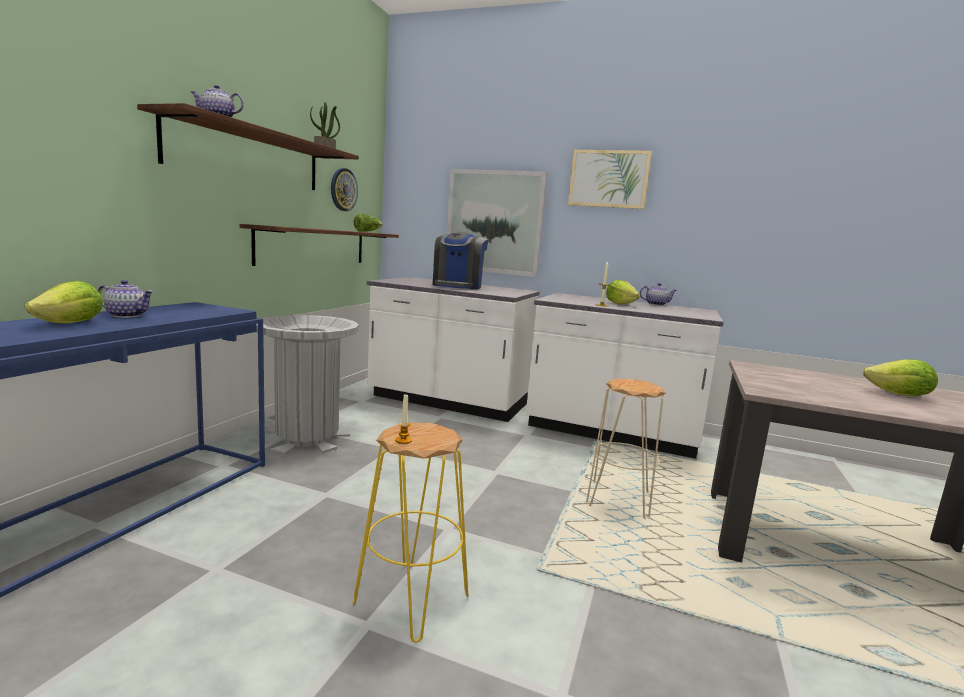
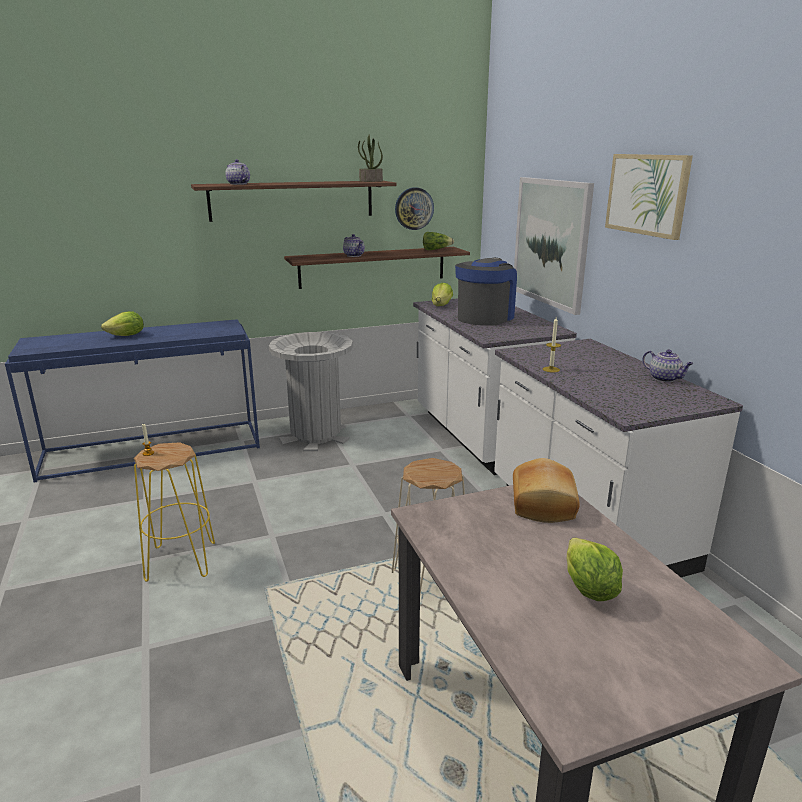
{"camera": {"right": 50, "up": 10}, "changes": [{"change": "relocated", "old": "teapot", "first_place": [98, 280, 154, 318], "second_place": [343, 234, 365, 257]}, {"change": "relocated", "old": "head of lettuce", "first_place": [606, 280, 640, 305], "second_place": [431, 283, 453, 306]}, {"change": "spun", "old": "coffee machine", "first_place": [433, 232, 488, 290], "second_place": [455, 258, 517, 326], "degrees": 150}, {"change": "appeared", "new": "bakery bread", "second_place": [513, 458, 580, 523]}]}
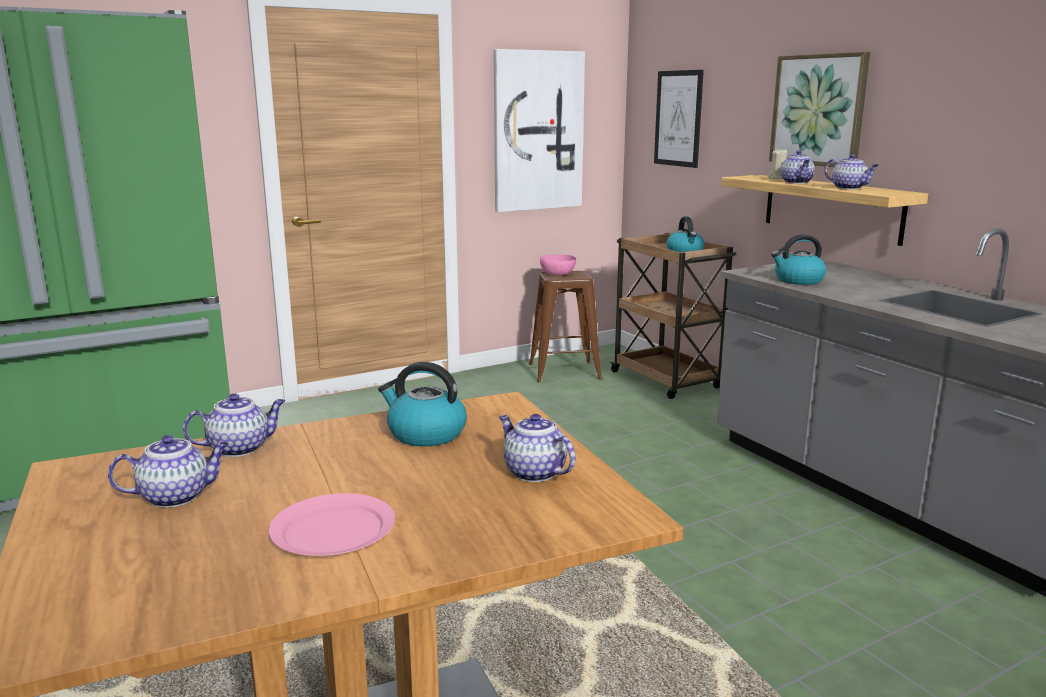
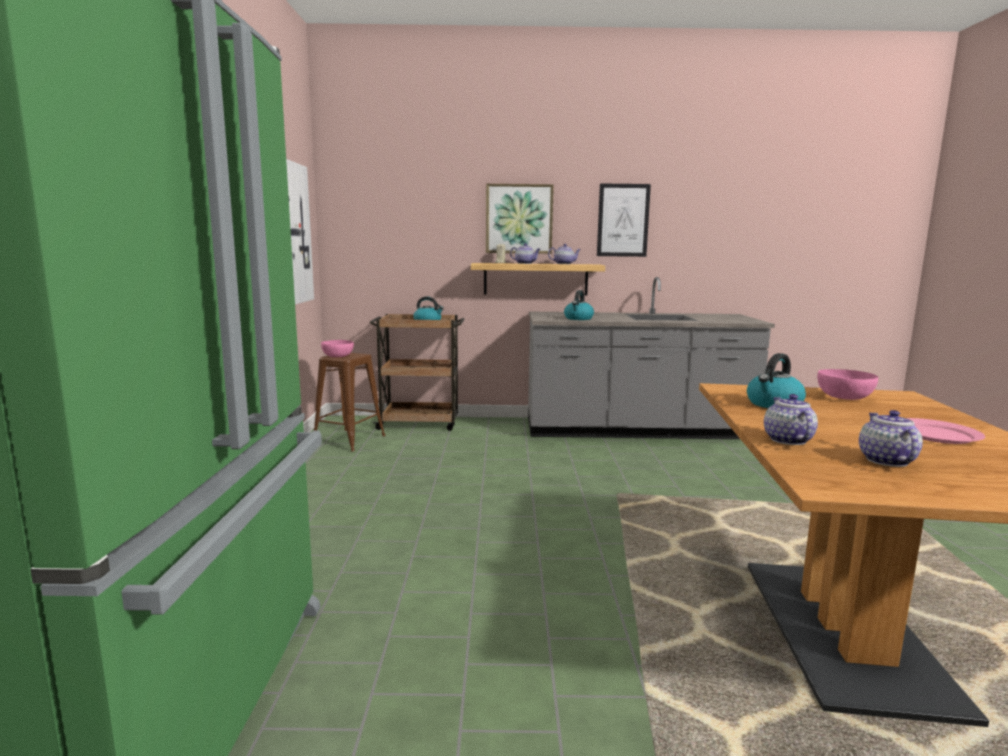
{"camera": {"right": -60, "up": -5}, "changes": [{"change": "relocated", "old": "wall art", "first_place": [654, 70, 704, 168], "second_place": [597, 184, 651, 257]}, {"change": "exchanged", "old": "teapot", "new": "pink serving bowl", "first_place": [499, 414, 576, 482], "second_place": [817, 369, 878, 400]}]}
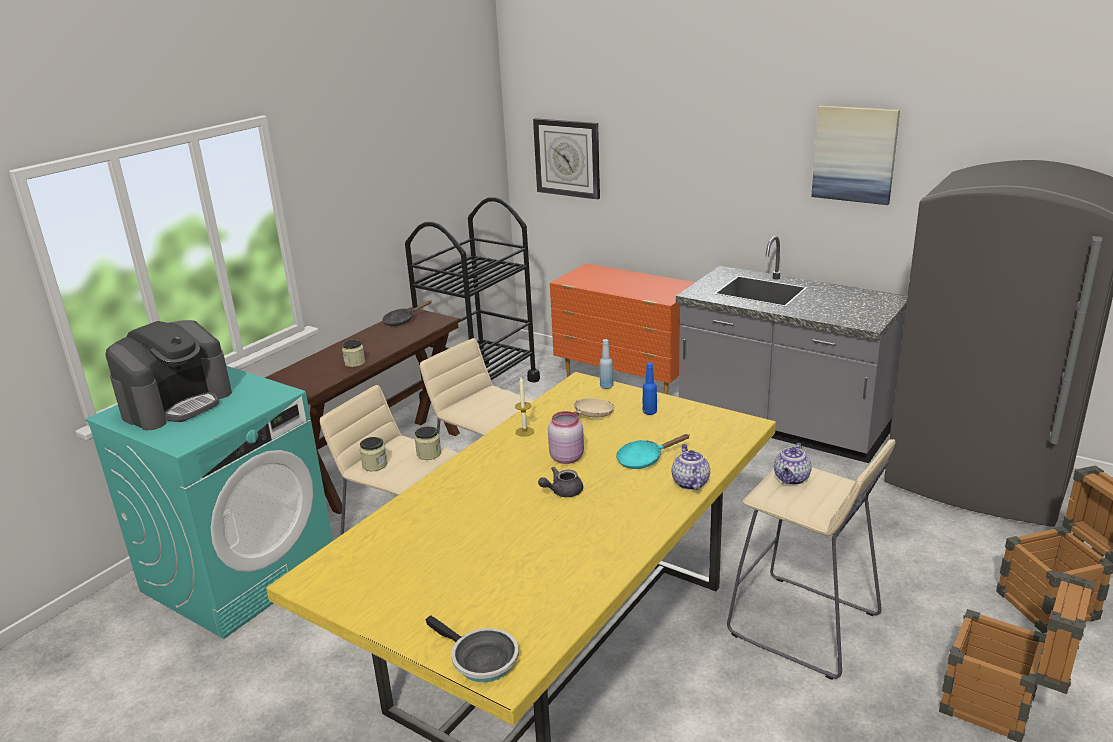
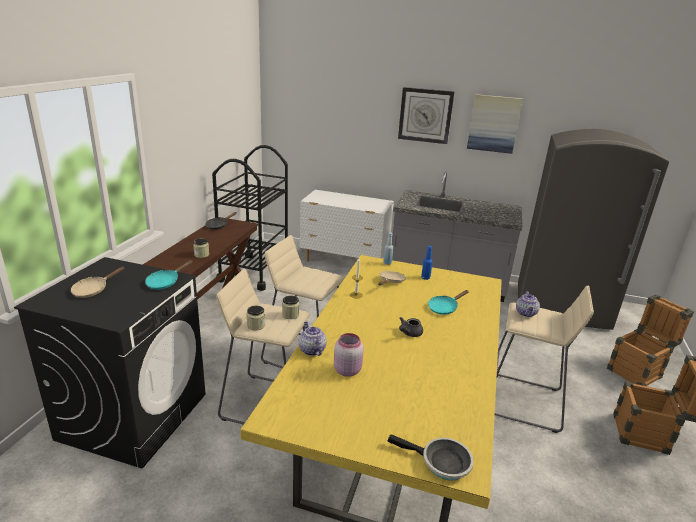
{"camera": {"right": -20, "up": 0}, "changes": [{"change": "colour", "old": "blue-green washing machine", "new": "black washing machine", "first_place": [85, 366, 333, 639], "second_place": [14, 257, 206, 469]}, {"change": "exchanged", "old": "coffee machine", "new": "beige-coloured frying pan", "first_place": [105, 320, 232, 430], "second_place": [71, 266, 125, 298]}, {"change": "appeared", "new": "blue-green frying pan", "second_place": [145, 260, 193, 290]}, {"change": "relocated", "old": "teapot", "first_place": [671, 444, 710, 490], "second_place": [299, 322, 327, 356]}, {"change": "colour", "old": "orange-coloured drawer chest", "new": "white-coloured drawer chest", "first_place": [550, 263, 695, 395], "second_place": [300, 190, 394, 262]}, {"change": "relocated", "old": "pink preserve jar", "first_place": [548, 411, 584, 464], "second_place": [334, 333, 364, 377]}, {"change": "relocated", "old": "wall clock", "first_place": [533, 118, 600, 200], "second_place": [398, 87, 454, 144]}]}
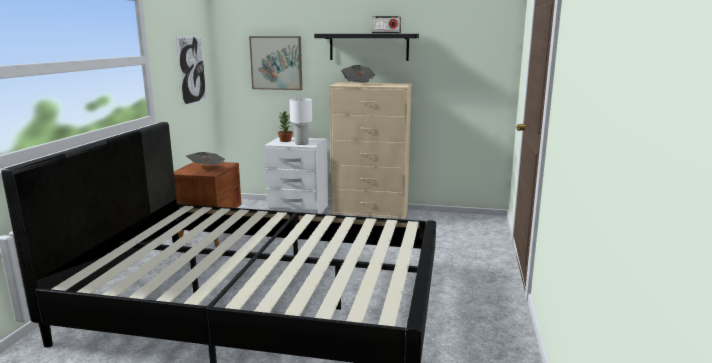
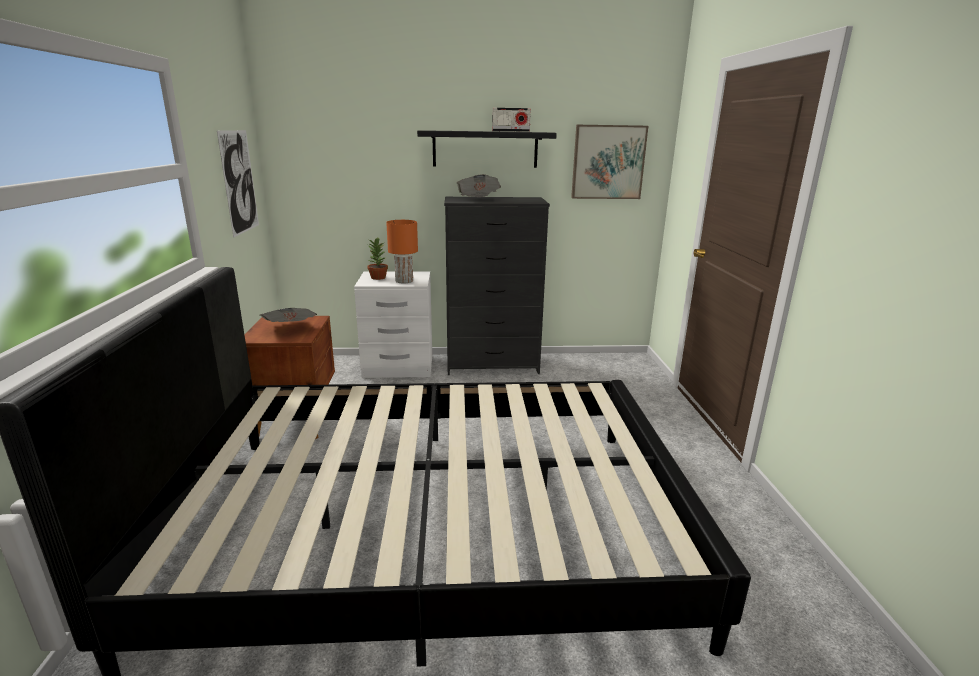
{"camera": {"right": -15, "up": 5}, "changes": [{"change": "colour", "old": "white-coloured table lamp", "new": "orange-coloured table lamp", "first_place": [289, 98, 312, 145], "second_place": [386, 220, 418, 283]}, {"change": "colour", "old": "beige-coloured drawer chest", "new": "black drawer chest", "first_place": [329, 82, 412, 220], "second_place": [444, 197, 550, 375]}, {"change": "relocated", "old": "wall art", "first_place": [249, 36, 302, 90], "second_place": [571, 125, 648, 199]}]}
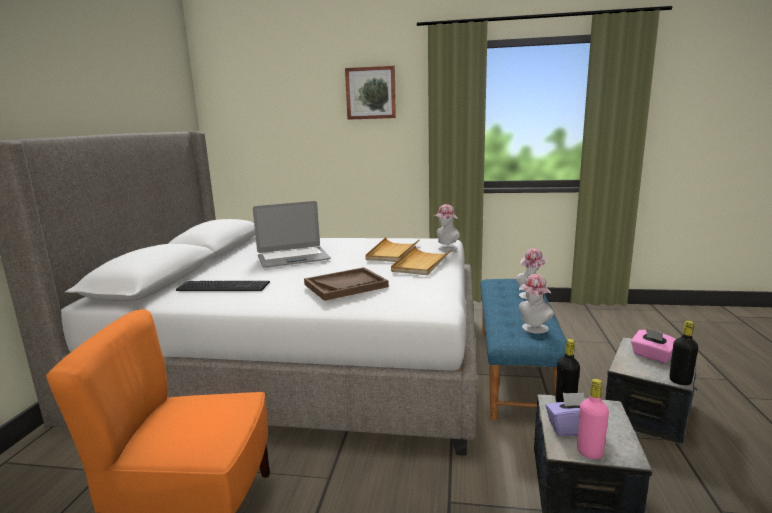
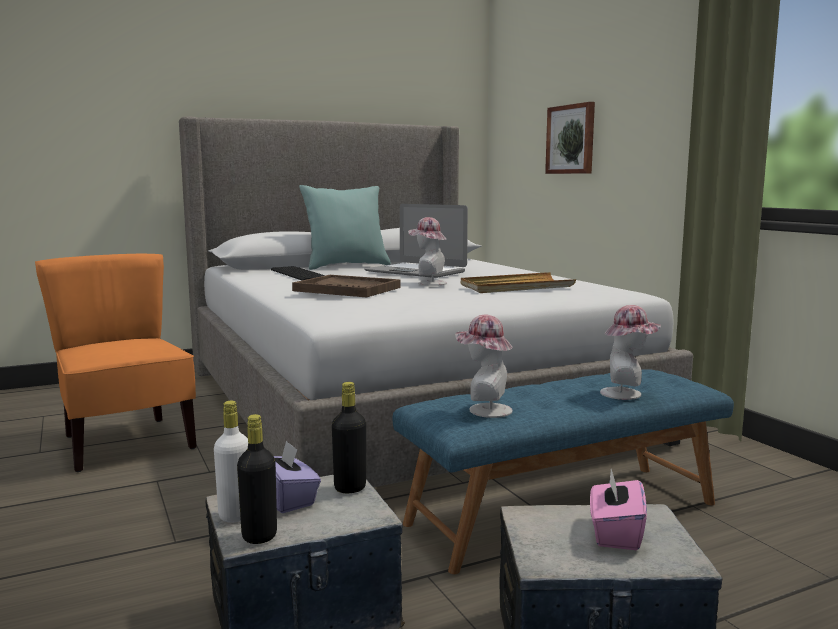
{"camera": {"right": 55, "up": -5}, "changes": [{"change": "colour", "old": "pink drink bottle", "new": "white-coloured drink bottle", "first_place": [577, 379, 609, 459], "second_place": [214, 401, 248, 523]}, {"change": "relocated", "old": "black drink bottle", "first_place": [669, 321, 698, 385], "second_place": [237, 414, 277, 544]}, {"change": "appeared", "new": "blue-green throw pillow", "second_place": [299, 185, 391, 270]}, {"change": "relocated", "old": "wearable hat", "first_place": [433, 204, 460, 251], "second_place": [408, 217, 447, 286]}, {"change": "relocated", "old": "wall art", "first_place": [345, 66, 396, 120], "second_place": [545, 102, 595, 174]}, {"change": "missing", "old": "beige-coloured serving tray", "first_place": [391, 246, 452, 275]}]}
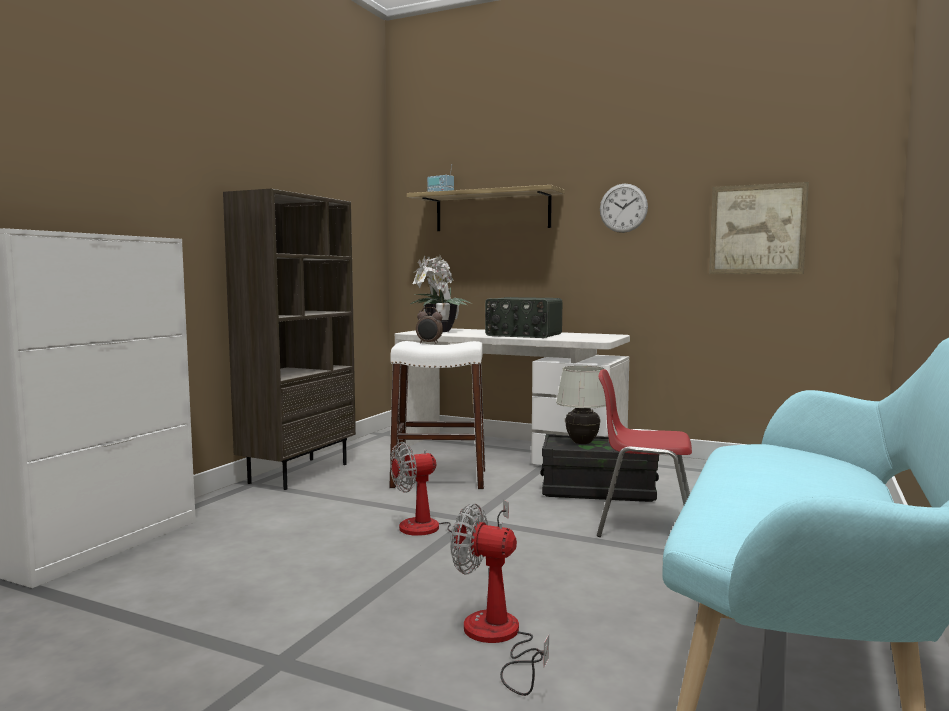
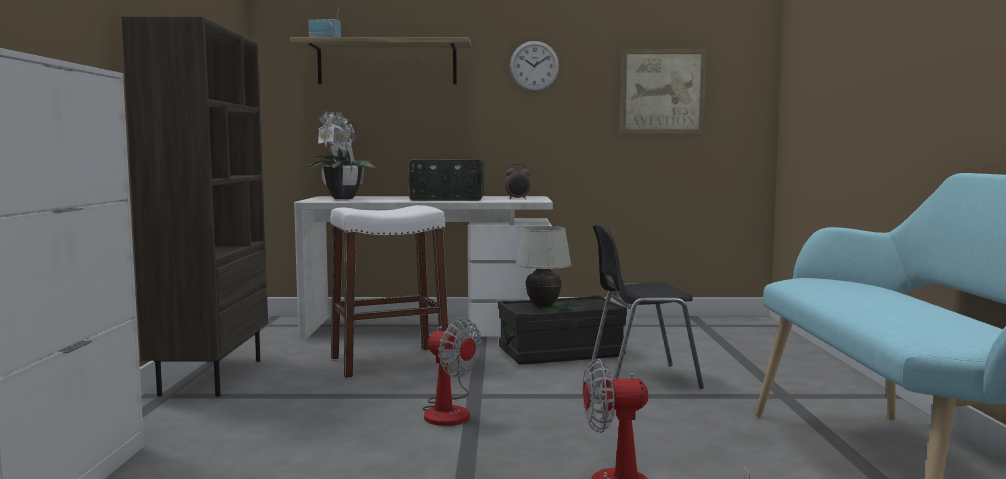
{"camera": {"right": -25, "up": 0}, "changes": [{"change": "spun", "old": "fan", "first_place": [390, 442, 509, 536], "second_place": [422, 318, 482, 426], "degrees": -90}, {"change": "relocated", "old": "table clock", "first_place": [416, 307, 443, 344], "second_place": [505, 164, 531, 199]}, {"change": "colour", "old": "reddish chair", "new": "black chair", "first_place": [597, 369, 692, 537], "second_place": [589, 224, 704, 389]}]}
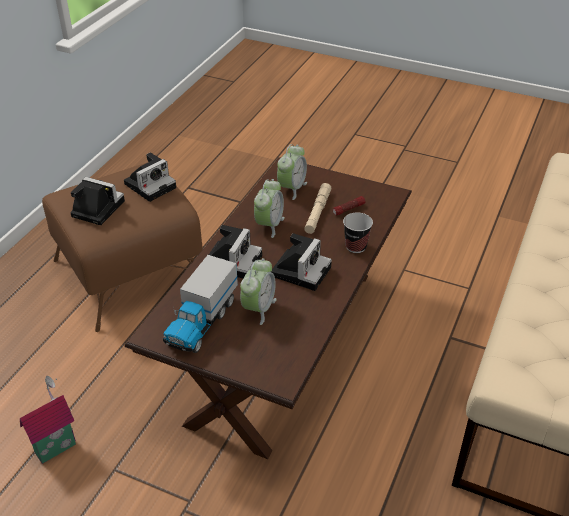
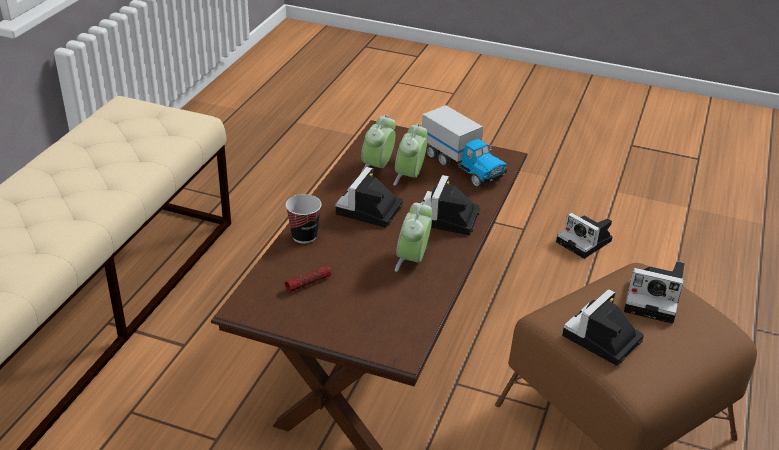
{"camera": {"right": 175, "up": -5}, "changes": [{"change": "relocated", "old": "table clock", "first_place": [277, 144, 307, 200], "second_place": [360, 115, 396, 174]}, {"change": "spun", "old": "model truck", "first_place": [163, 255, 238, 353], "second_place": [422, 105, 507, 187], "degrees": 120}, {"change": "exchanged", "old": "miniature house", "new": "photo camera", "first_place": [20, 376, 76, 464], "second_place": [556, 213, 613, 259]}, {"change": "missing", "old": "beige-coloured torch", "first_place": [304, 183, 331, 234]}]}
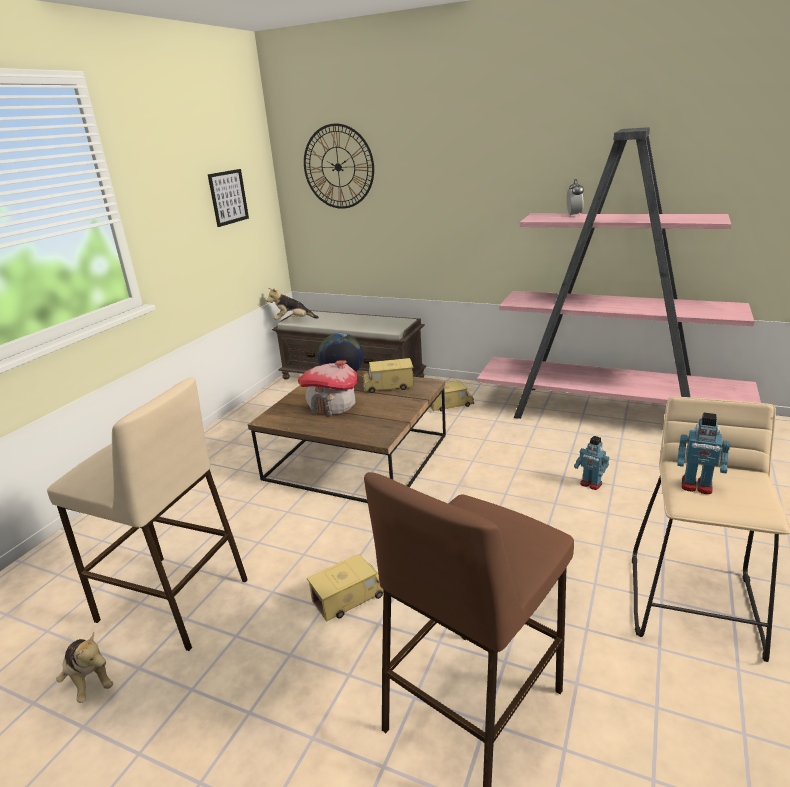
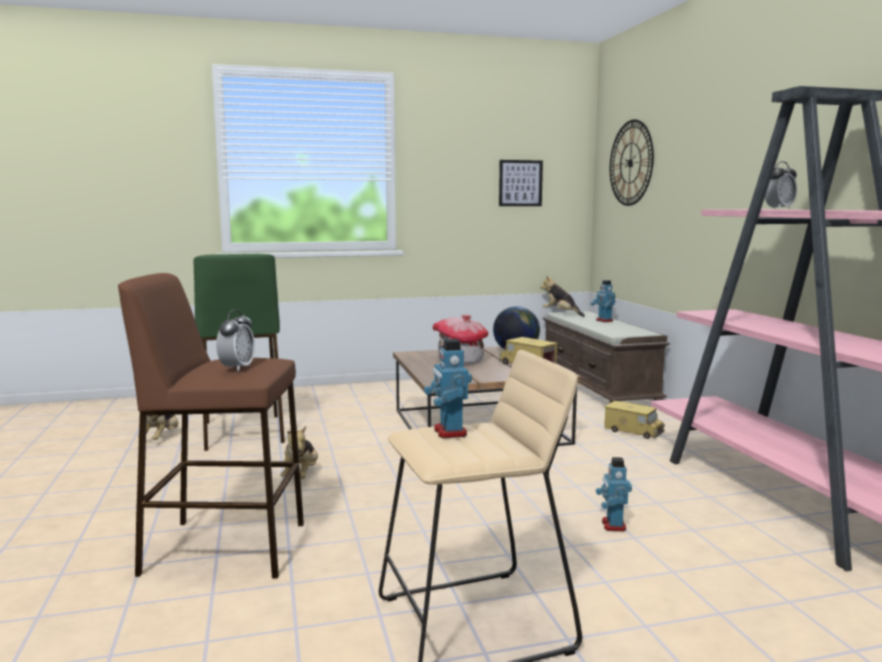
{"camera": {"right": 50, "up": -15}, "changes": [{"change": "colour", "old": "beige-coloured stool seat", "new": "green-coloured stool seat", "first_place": [47, 377, 248, 651], "second_place": [194, 254, 285, 451]}, {"change": "appeared", "new": "table clock", "second_place": [216, 309, 255, 372]}, {"change": "exchanged", "old": "model truck", "new": "soft toy", "first_place": [307, 554, 383, 622], "second_place": [280, 426, 318, 479]}, {"change": "appeared", "new": "model robot", "second_place": [591, 280, 616, 322]}]}
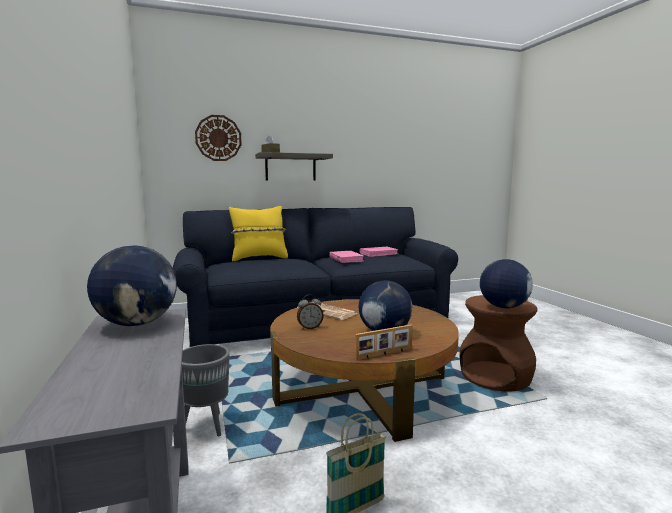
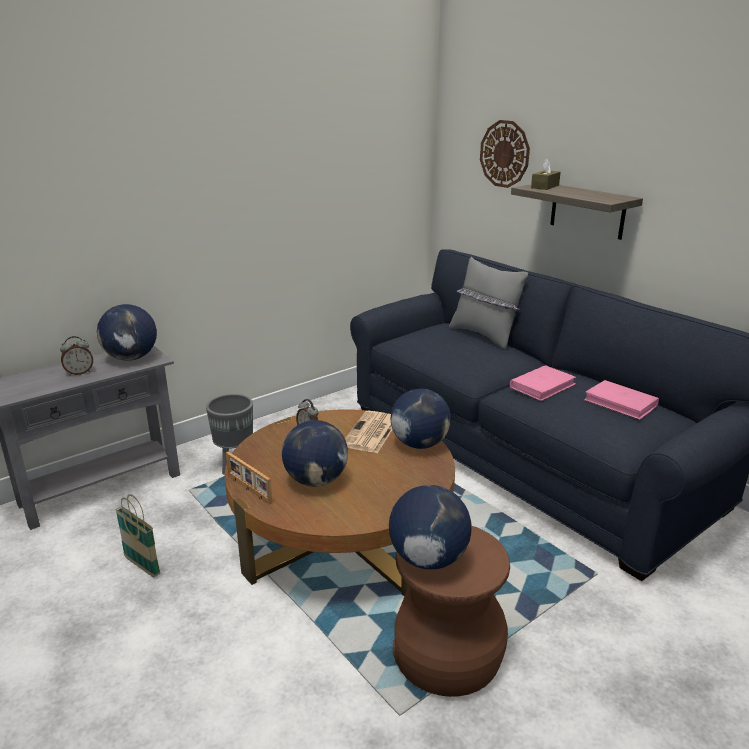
{"camera": {"right": 70, "up": 15}, "changes": [{"change": "appeared", "new": "table clock", "second_place": [60, 336, 93, 376]}, {"change": "appeared", "new": "globe", "second_place": [391, 388, 451, 449]}, {"change": "colour", "old": "yellow-coloured throw pillow", "new": "greyish throw pillow", "first_place": [229, 206, 288, 261], "second_place": [449, 257, 528, 350]}]}
